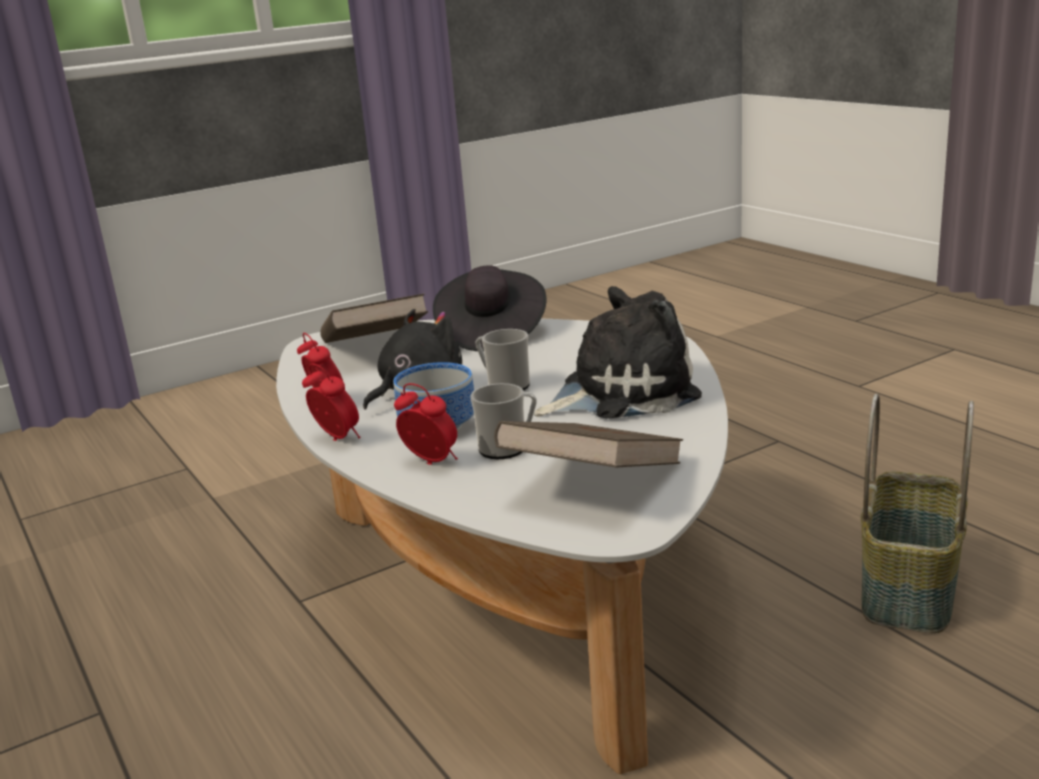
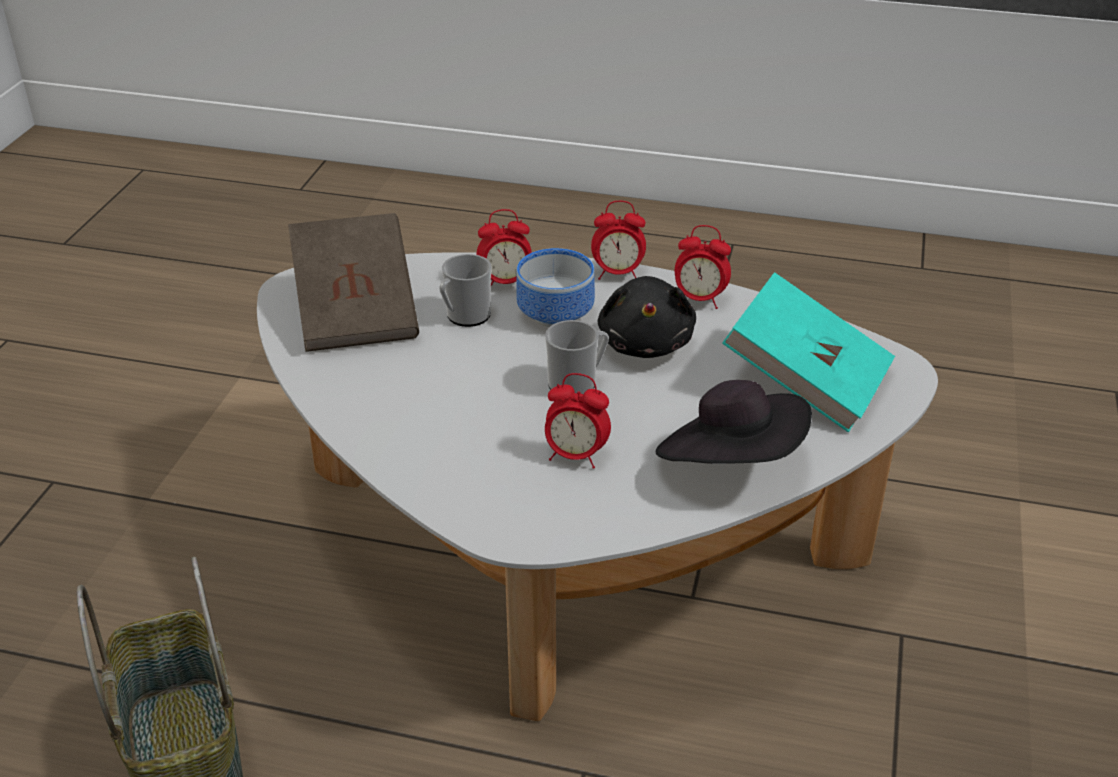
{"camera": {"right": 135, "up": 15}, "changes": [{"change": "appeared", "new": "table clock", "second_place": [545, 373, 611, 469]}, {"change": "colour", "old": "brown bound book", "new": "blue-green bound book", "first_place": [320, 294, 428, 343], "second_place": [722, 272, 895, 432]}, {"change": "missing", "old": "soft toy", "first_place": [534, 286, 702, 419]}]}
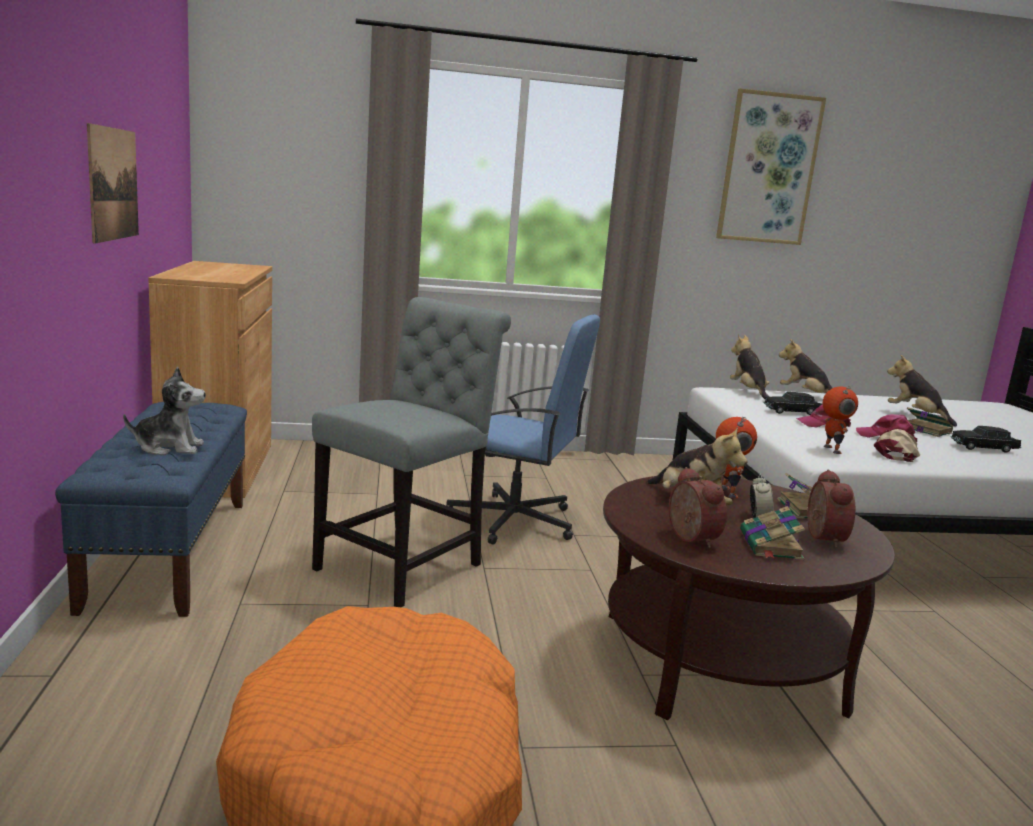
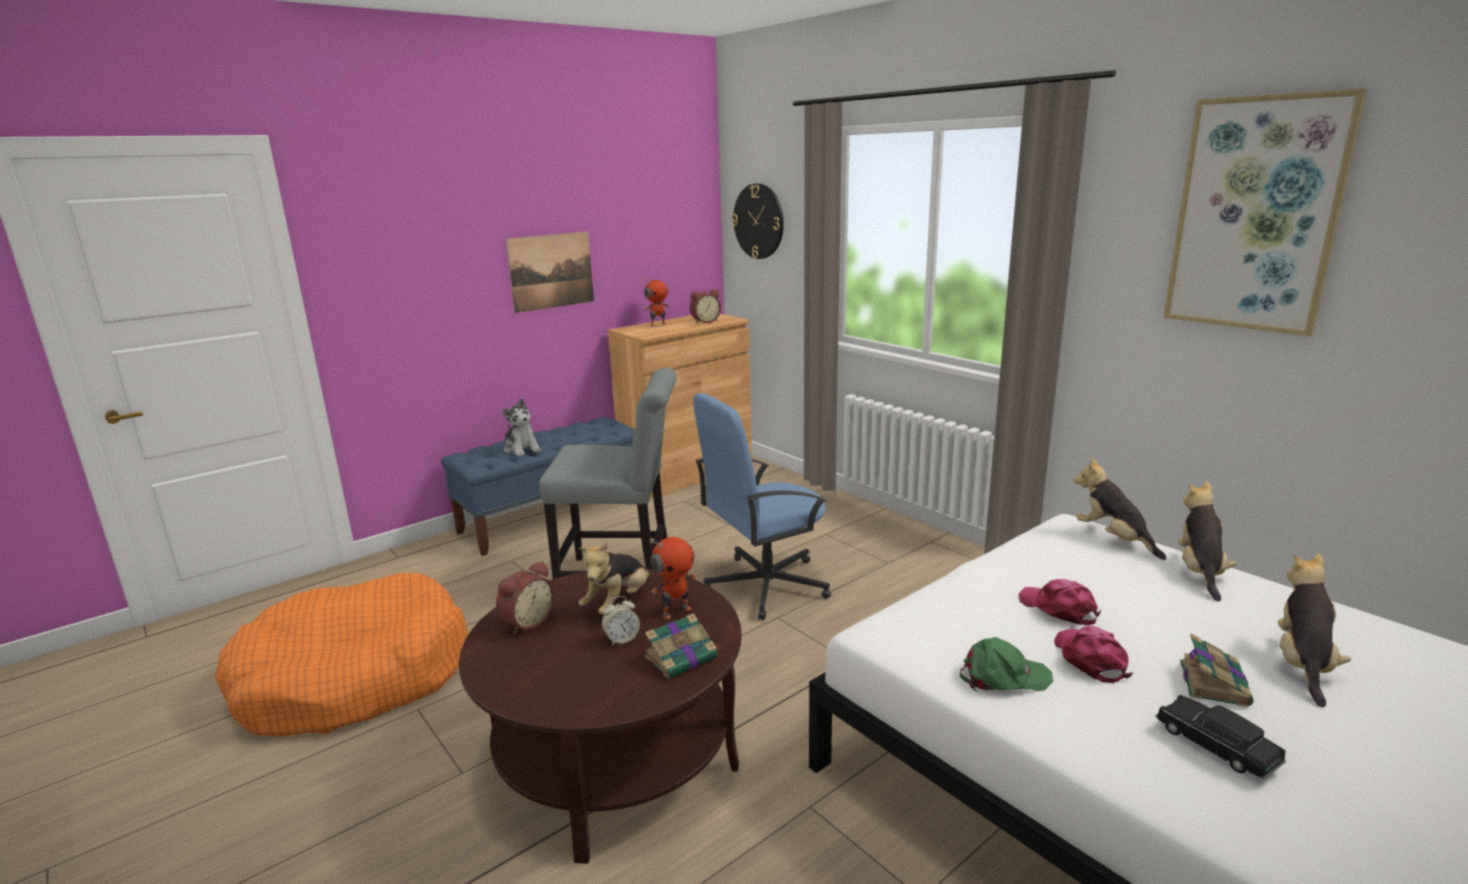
{"camera": {"right": 60, "up": 5}, "changes": [{"change": "relocated", "old": "model robot", "first_place": [823, 386, 858, 454], "second_place": [643, 278, 669, 327]}, {"change": "relocated", "old": "table clock", "first_place": [807, 470, 855, 548], "second_place": [689, 289, 721, 324]}, {"change": "spun", "old": "blue-coloured office chair", "first_place": [446, 315, 600, 545], "second_place": [693, 393, 831, 620], "degrees": 75}, {"change": "appeared", "new": "wall clock", "second_place": [732, 183, 784, 259]}, {"change": "colour", "old": "beige-coloured baseball cap", "new": "green-coloured baseball cap", "first_place": [874, 429, 920, 462], "second_place": [960, 637, 1053, 692]}, {"change": "spun", "old": "soft toy", "first_place": [730, 335, 770, 399], "second_place": [1074, 457, 1166, 560], "degrees": -75}, {"change": "missing", "old": "bound book", "first_place": [740, 506, 805, 560]}, {"change": "missing", "old": "black toy car", "first_place": [764, 392, 822, 415]}]}
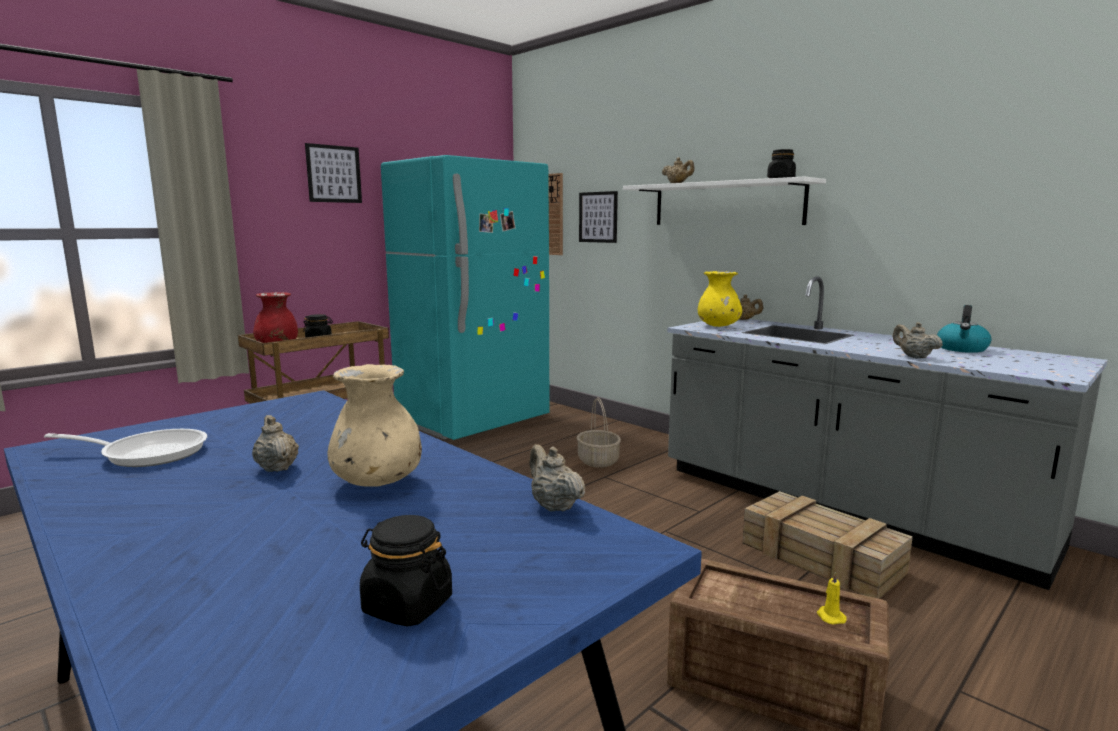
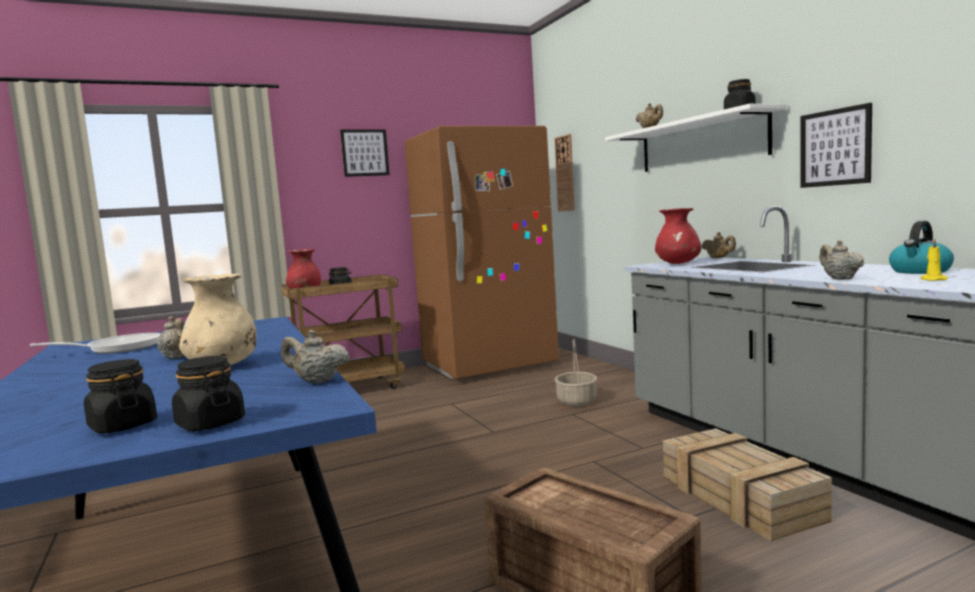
{"camera": {"right": 20, "up": -5}, "changes": [{"change": "spun", "old": "frying pan", "first_place": [44, 429, 207, 467], "second_place": [30, 333, 160, 354], "degrees": -45}, {"change": "appeared", "new": "black preserve jar", "second_place": [172, 356, 245, 431]}, {"change": "spun", "old": "beige-coloured teapot", "first_place": [529, 444, 585, 512], "second_place": [281, 330, 350, 384], "degrees": -60}, {"change": "colour", "old": "blue-green kitchen fridge", "new": "brown kitchen fridge", "first_place": [381, 155, 549, 440], "second_place": [405, 126, 559, 379]}, {"change": "colour", "old": "yellow-coloured vase", "new": "reddish vase", "first_place": [698, 271, 742, 327], "second_place": [655, 208, 702, 264]}, {"change": "relocated", "old": "wall art", "first_place": [579, 191, 618, 243], "second_place": [800, 103, 872, 188]}, {"change": "relocated", "old": "yellow-coloured wax light", "first_place": [817, 572, 847, 625], "second_place": [920, 238, 948, 281]}]}
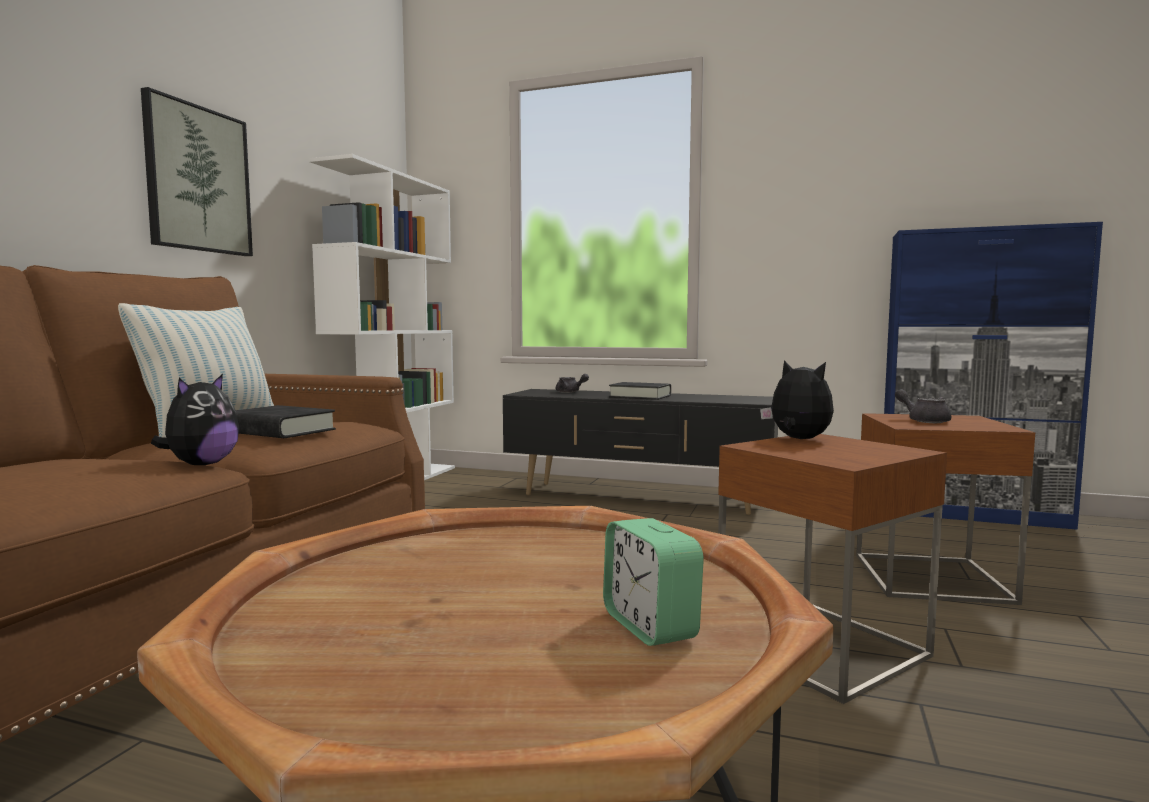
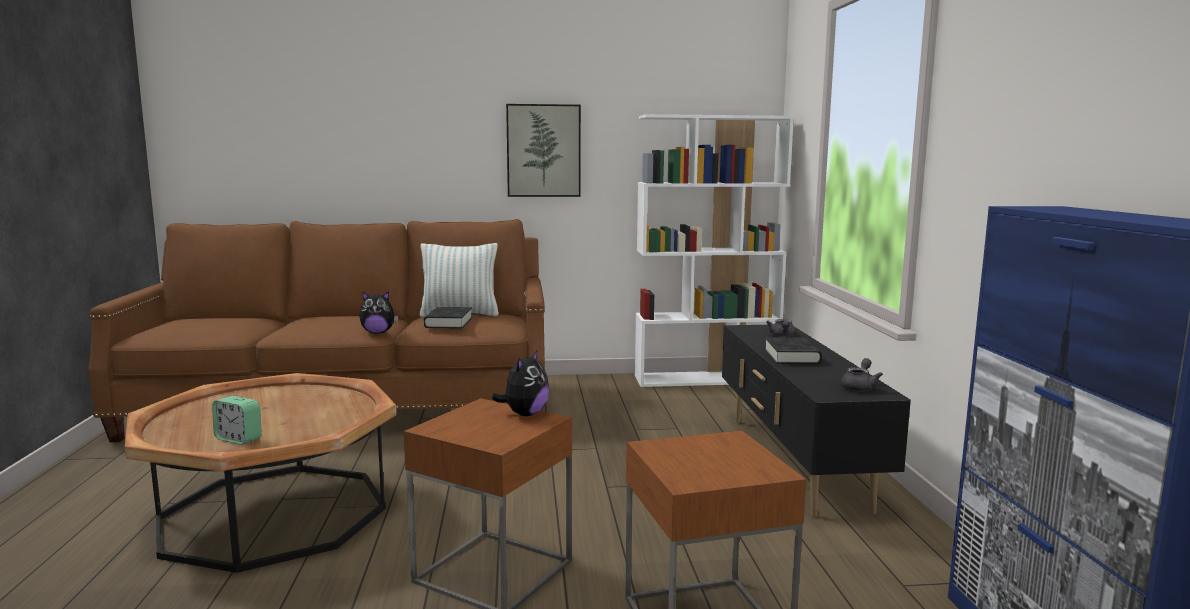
{"camera": {"right": 65, "up": 5}, "changes": [{"change": "spun", "old": "table clock", "first_place": [603, 518, 704, 646], "second_place": [212, 396, 262, 445], "degrees": -105}, {"change": "relocated", "old": "greyish teapot", "first_place": [895, 389, 952, 423], "second_place": [841, 358, 883, 391]}]}
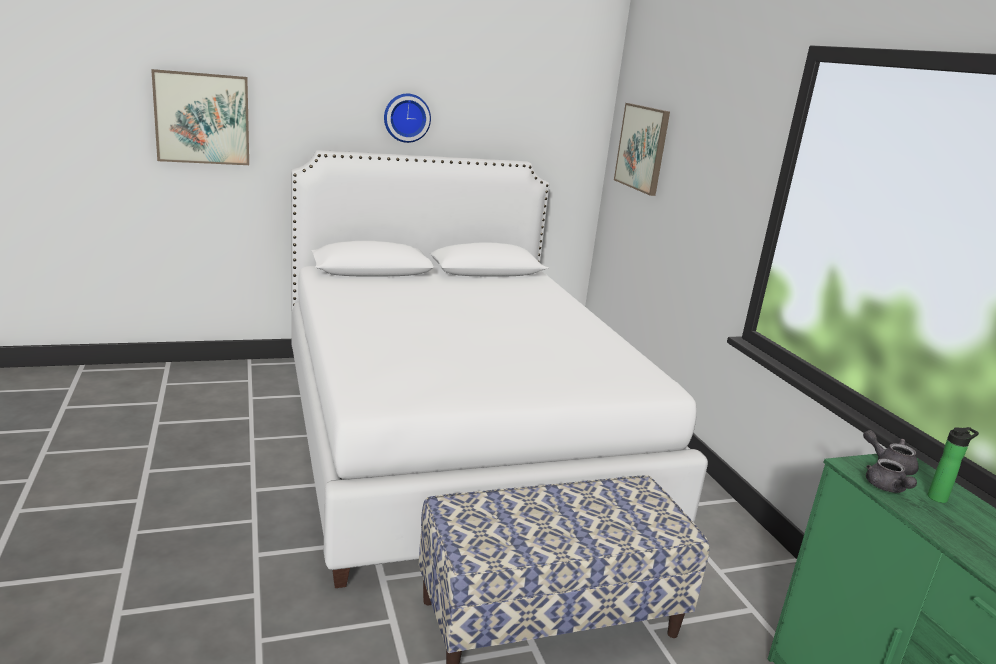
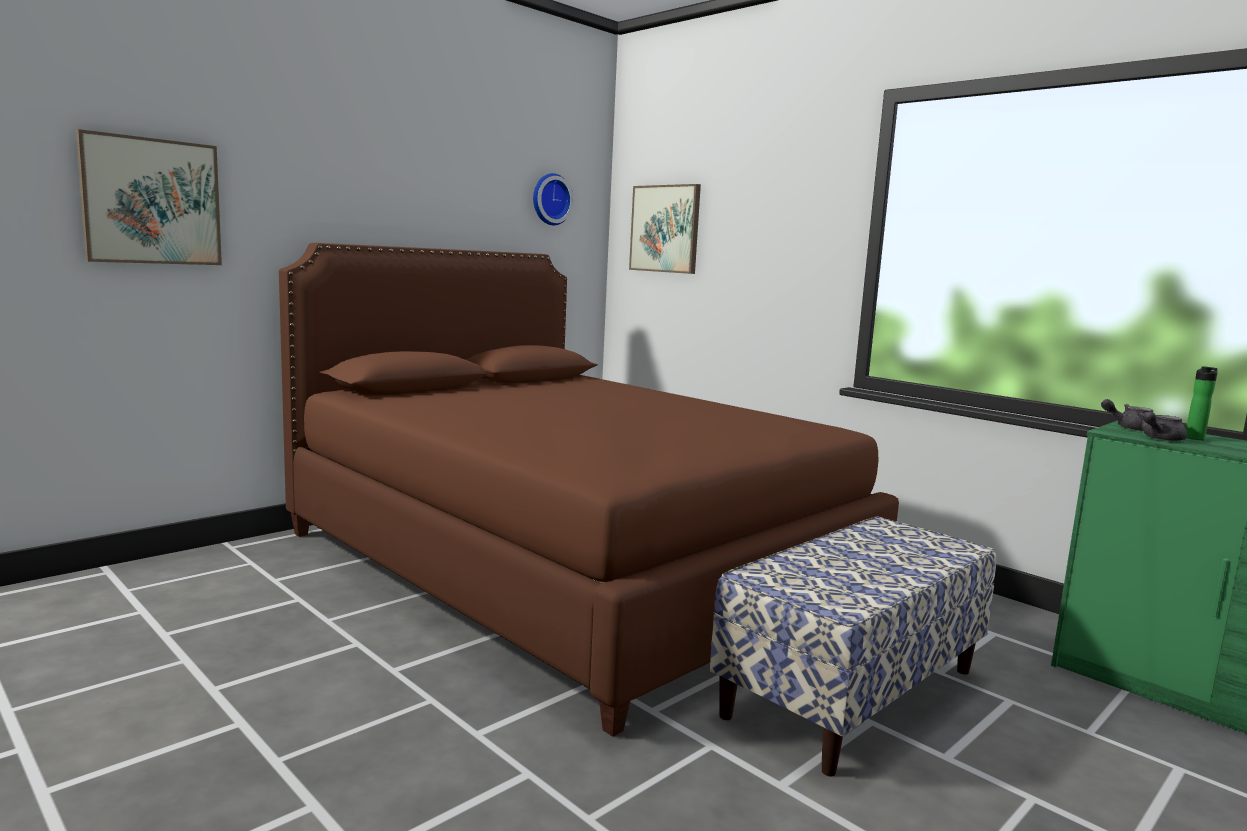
{"camera": {"right": -25, "up": -10}, "changes": [{"change": "colour", "old": "white-coloured sleeping bed", "new": "brown sleeping bed", "first_place": [291, 150, 708, 588], "second_place": [279, 243, 899, 737]}, {"change": "relocated", "old": "wall clock", "first_place": [384, 94, 431, 143], "second_place": [533, 173, 574, 225]}, {"change": "spun", "old": "greyish teapot", "first_place": [866, 459, 917, 493], "second_place": [1138, 411, 1187, 441], "degrees": 90}]}
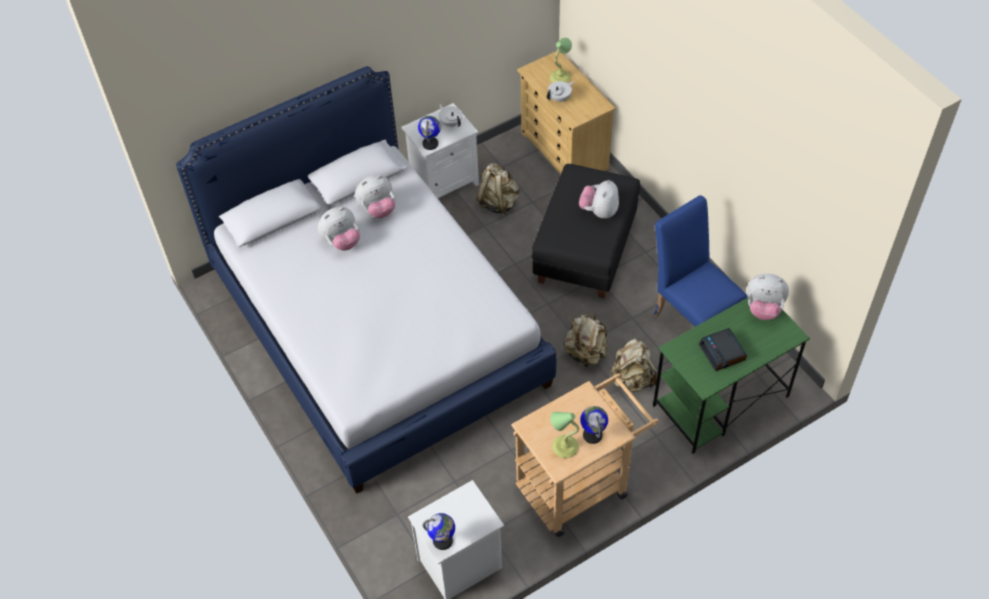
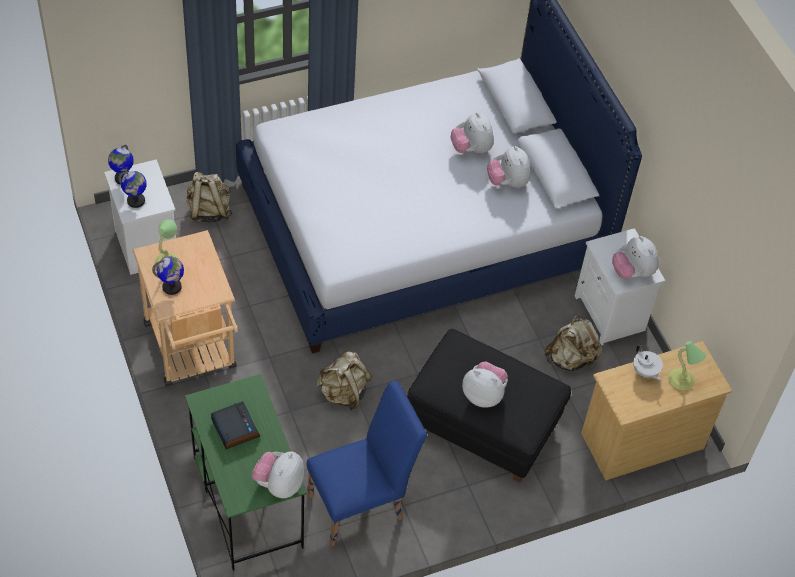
{"camera": {"right": 95, "up": 0}, "changes": [{"change": "relocated", "old": "globe", "first_place": [418, 116, 441, 150], "second_place": [118, 171, 147, 208]}, {"change": "relocated", "old": "beige-coloured rucksack", "first_place": [611, 338, 657, 392], "second_place": [186, 172, 232, 223]}, {"change": "spun", "old": "table clock", "first_place": [699, 328, 747, 371], "second_place": [211, 401, 260, 449], "degrees": 75}, {"change": "exchanged", "old": "white-coloured teapot", "new": "soft toy", "first_place": [438, 104, 462, 127], "second_place": [612, 236, 659, 279]}]}
